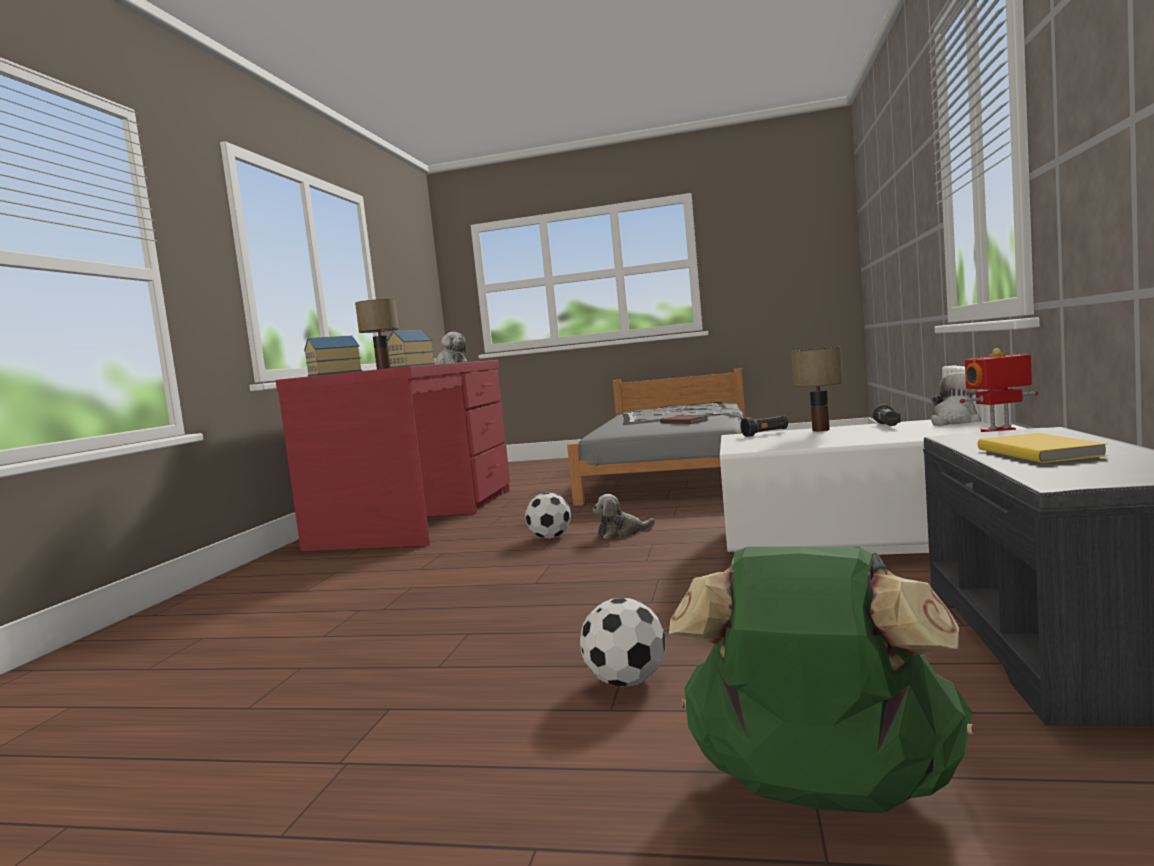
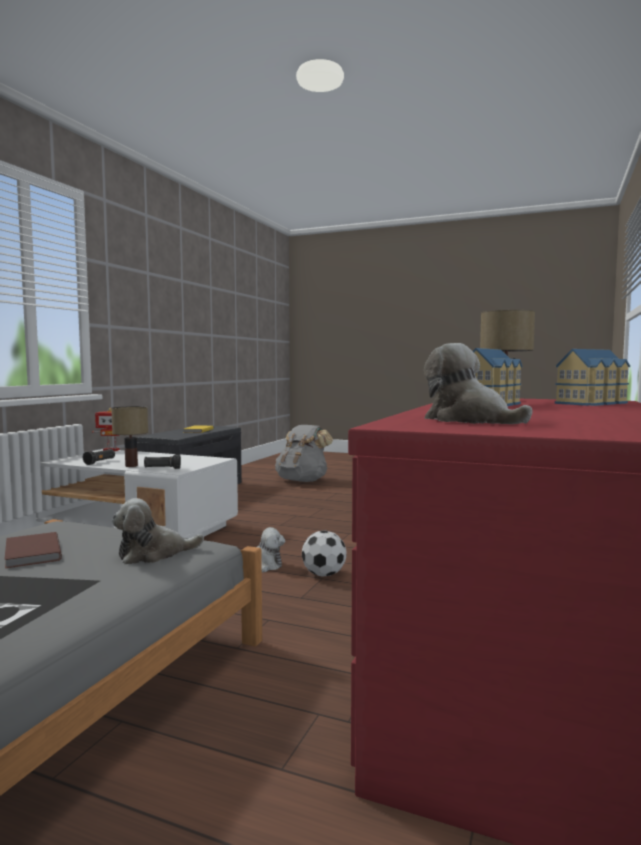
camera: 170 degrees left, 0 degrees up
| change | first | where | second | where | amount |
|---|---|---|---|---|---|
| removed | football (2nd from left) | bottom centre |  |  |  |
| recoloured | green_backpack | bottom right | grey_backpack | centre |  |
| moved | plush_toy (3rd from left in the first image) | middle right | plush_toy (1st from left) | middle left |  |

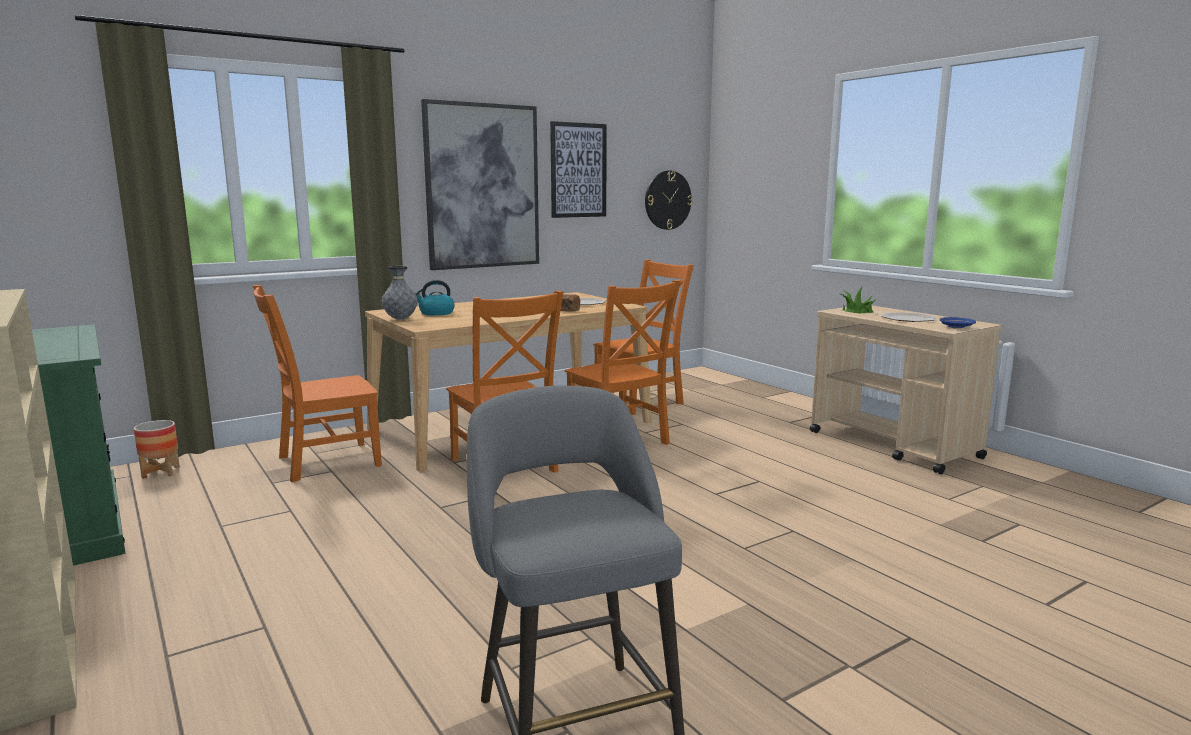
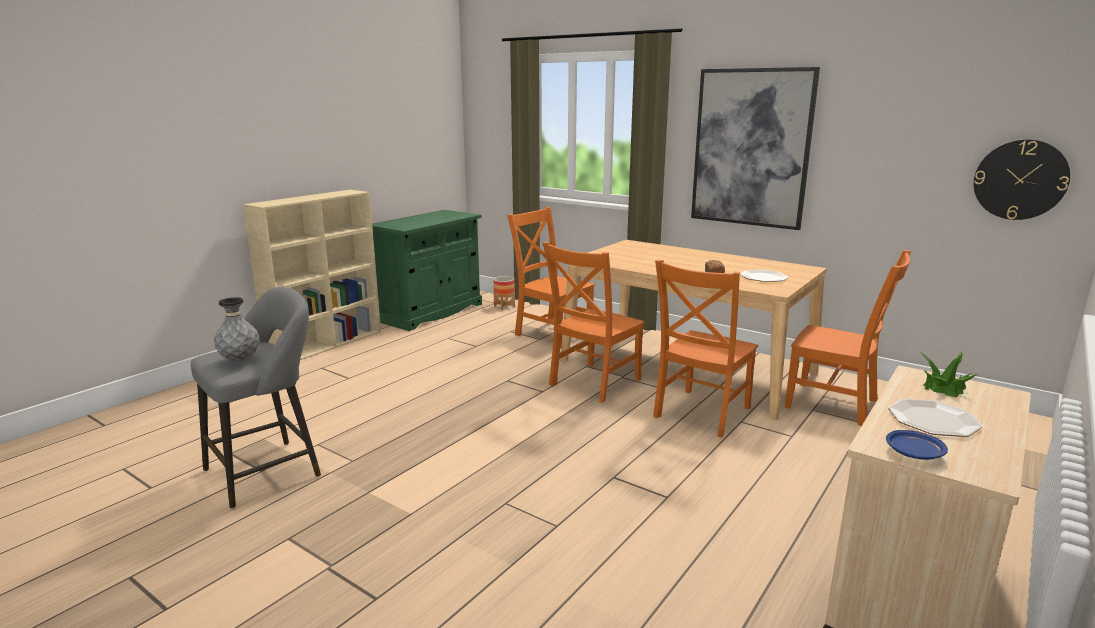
camera: 70 degrees right, 5 degrees up
| change | first | where | second | where | amount |
|---|---|---|---|---|---|
| moved | grey_vase | centre |  | middle left |  |
| removed | kettle | centre |  |  |  |
| removed | picture (2nd from left) | top centre |  |  |  |

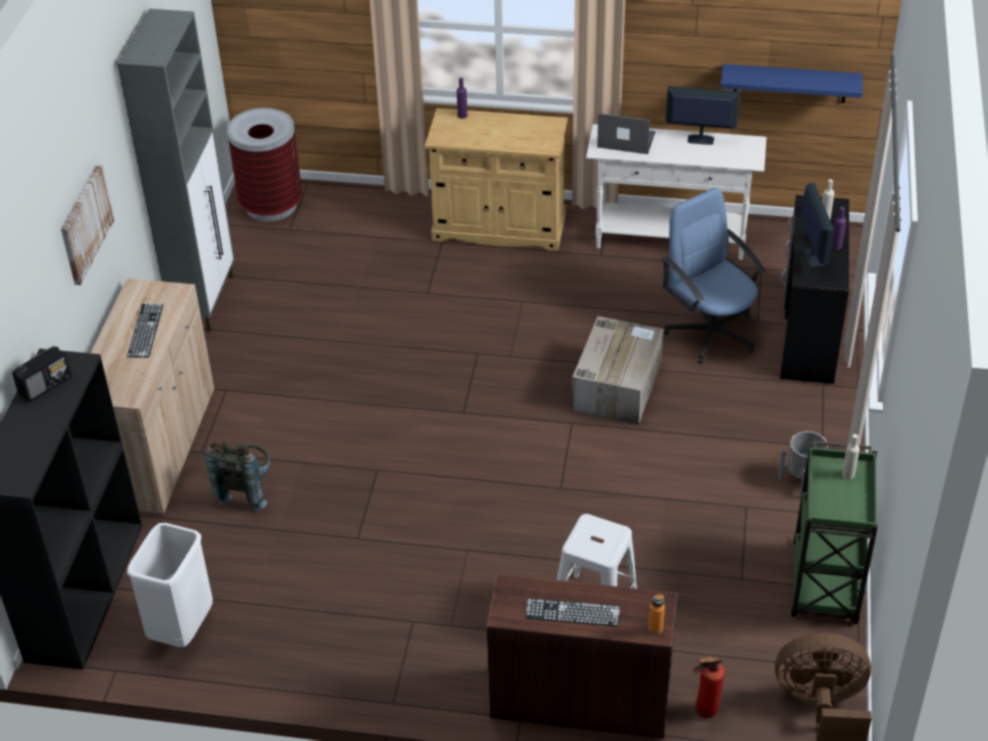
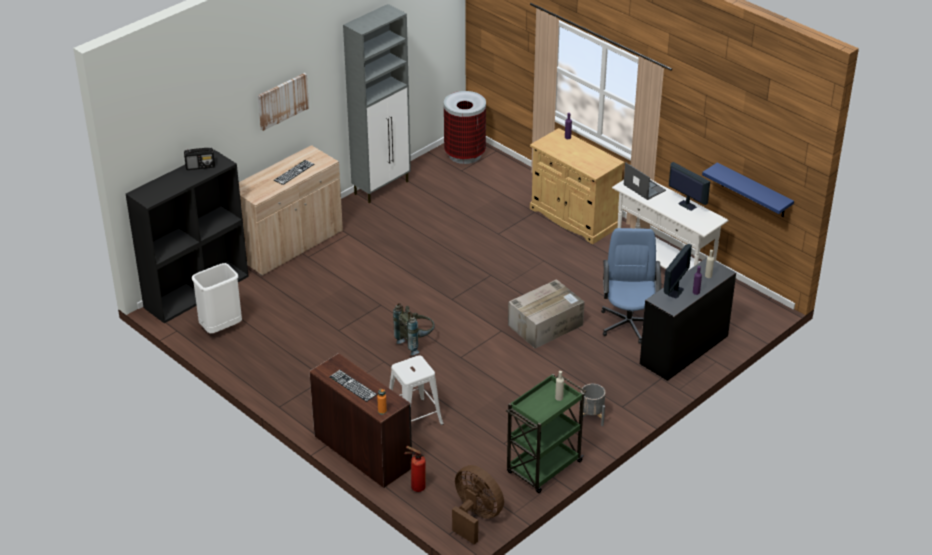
camera: 35 degrees right, 5 degrees down
| change | first | where | second | where | amount |
|---|---|---|---|---|---|
| moved | grey_backpack | middle left |  | centre |  |

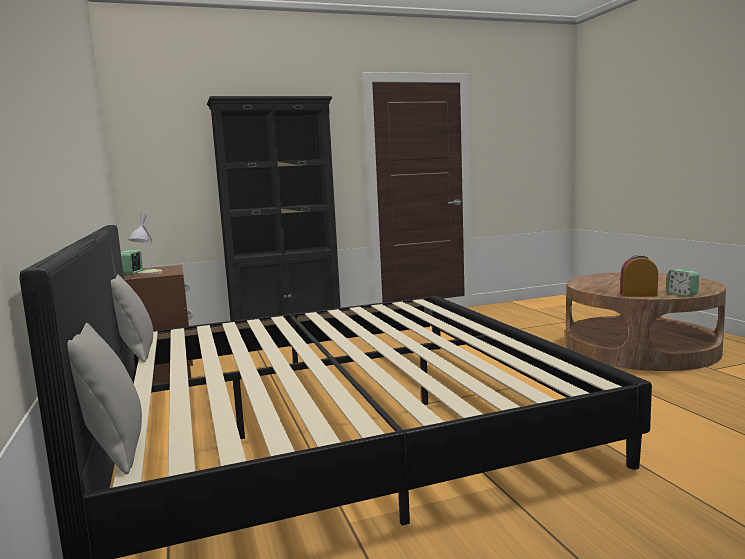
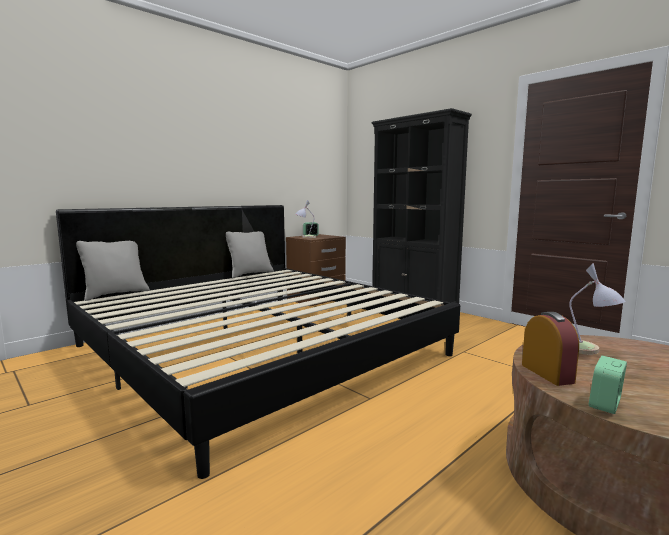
camera: 65 degrees right, 0 degrees up
| change | first | where | second | where | amount |
|---|---|---|---|---|---|
| added |  |  | table_lamp (2nd from left) | middle right |  |

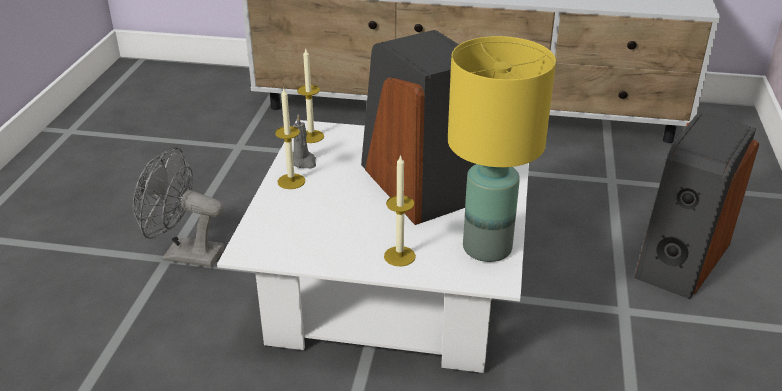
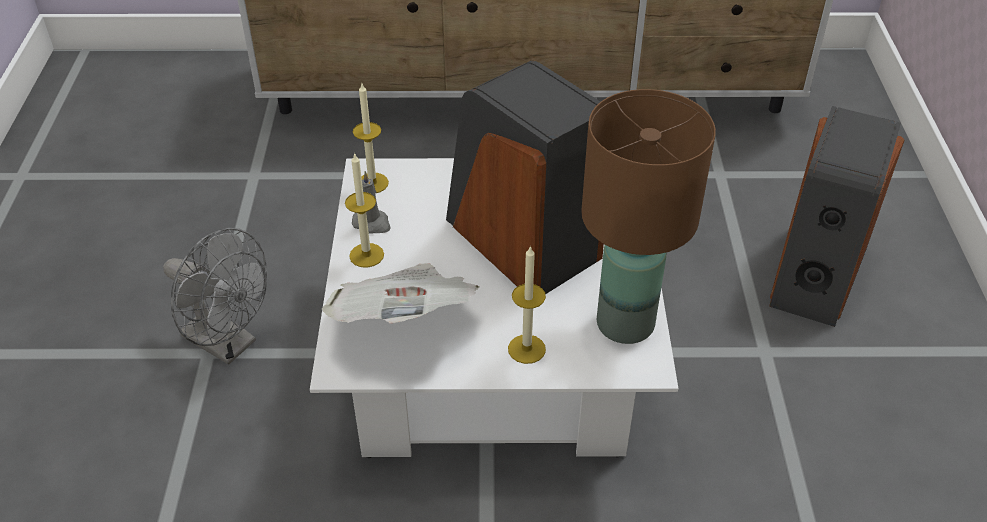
camera: 10 degrees left, 10 degrees up
| change | first | where | second | where | amount |
|---|---|---|---|---|---|
| turned | grey_fan | middle left |  | middle left | 150 degrees counterclockwise |
| recoloured | yellow_table_lamp | centre | brown_table_lamp | centre |  |
| added |  |  | newspaper | centre |  |

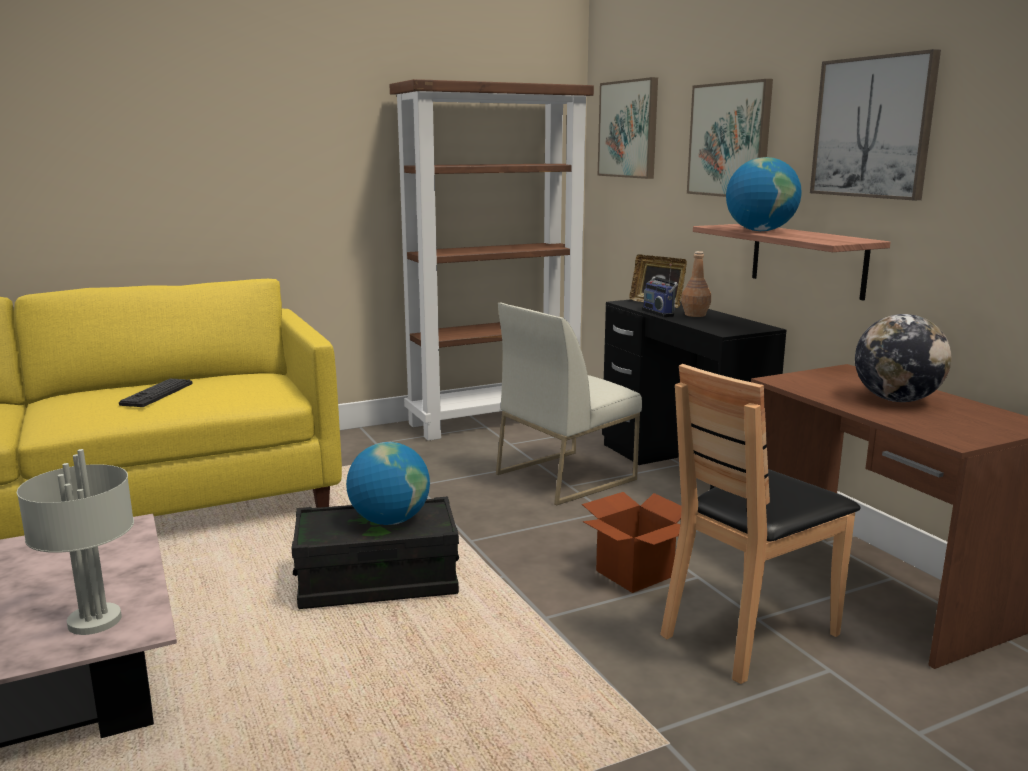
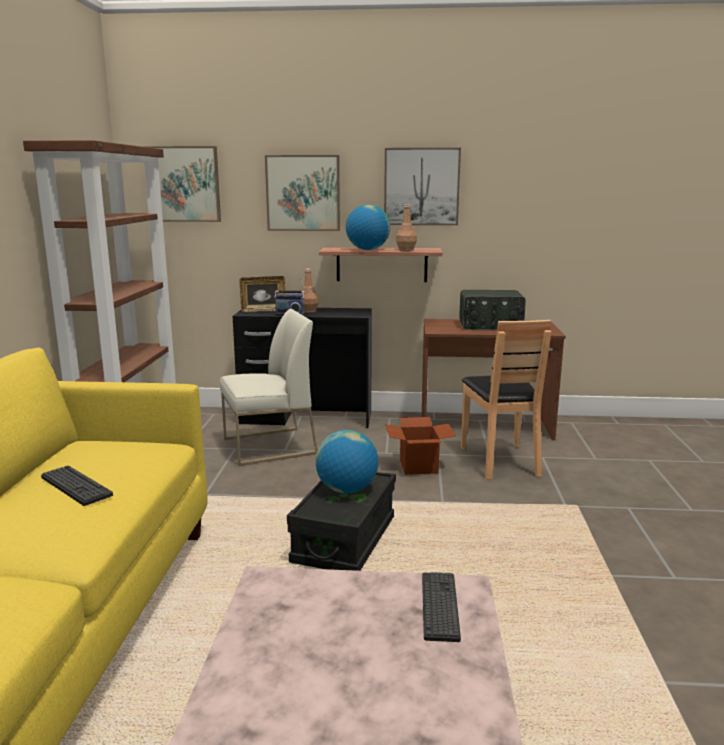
camera: 60 degrees left, 0 degrees up
| change | first | where | second | where | amount |
|---|---|---|---|---|---|
| replaced | grey_table_lamp | bottom left | keyboard (2nd from left) | bottom centre |  |
| turned | white_chair | centre |  | centre | 105 degrees counterclockwise |
| replaced | globe (3rd from left) | middle right | radio (2nd from left) | middle right |  |
| added |  |  | brown_bottle (2nd from left) | top centre |  |

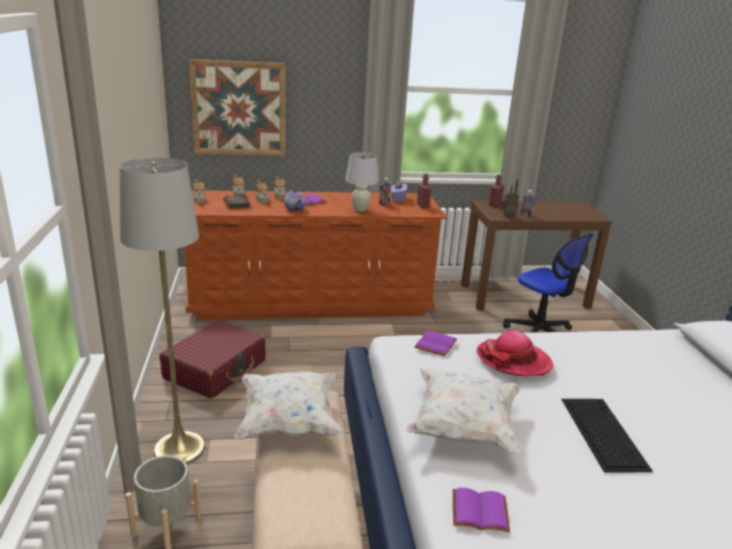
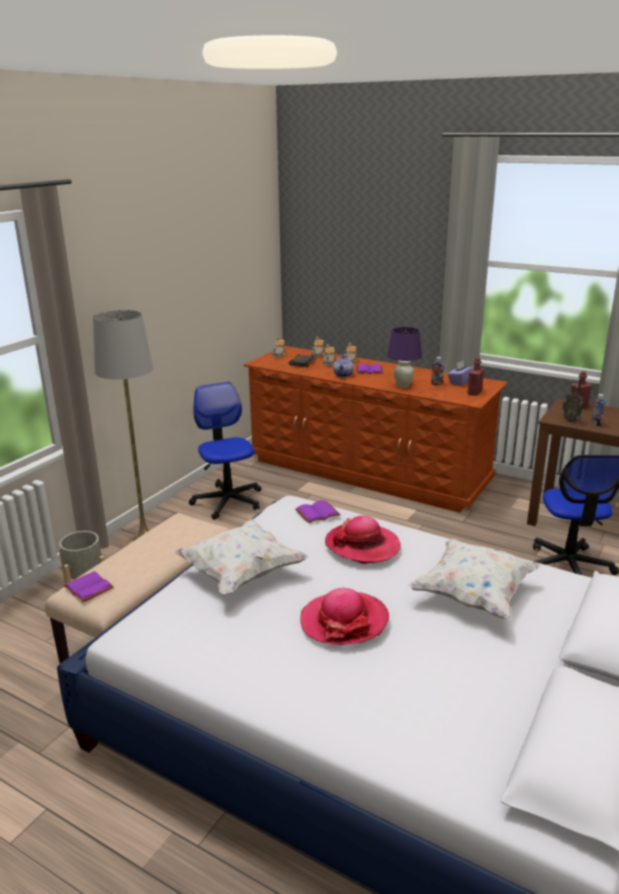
camera: 40 degrees right, 0 degrees up
| change | first | where | second | where | amount |
|---|---|---|---|---|---|
| replaced | red_suitcase | middle left | office_chair (1st from left) | centre |  |
| removed | picture | top left |  |  |  |
| moved | white_pillow (1st from left in the first image) | bottom centre | white_pillow (2nd from left) | middle right |  |
| recoloured | white_table_lamp | top centre | purple_table_lamp | centre |  |
| moved | purple_book (3rd from left in the first image) | bottom centre | purple_book (1st from left) | middle left |  |
| replaced | keyboard | bottom right | hat (1st from left) | bottom centre |  |

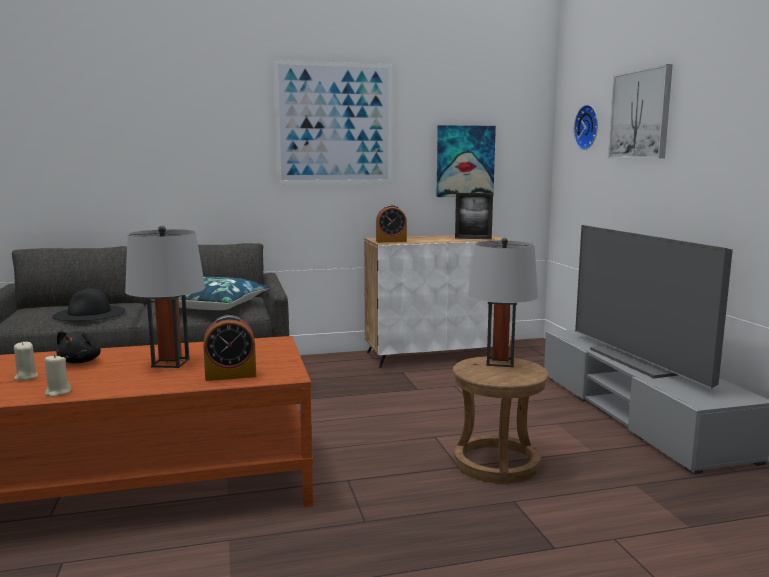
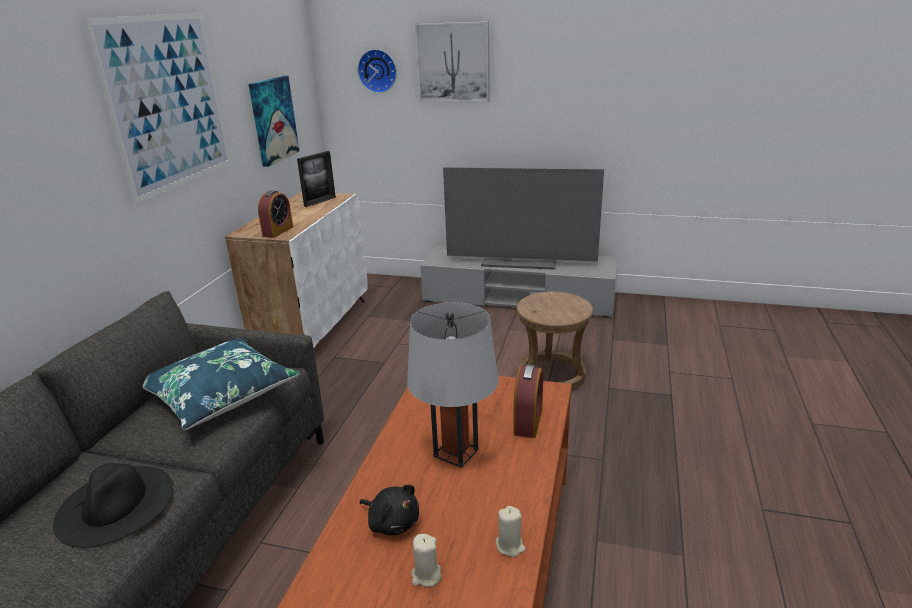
camera: 60 degrees left, 15 degrees up
| change | first | where | second | where | amount |
|---|---|---|---|---|---|
| removed | grey_table_lamp (2nd from left) | centre |  |  |  |

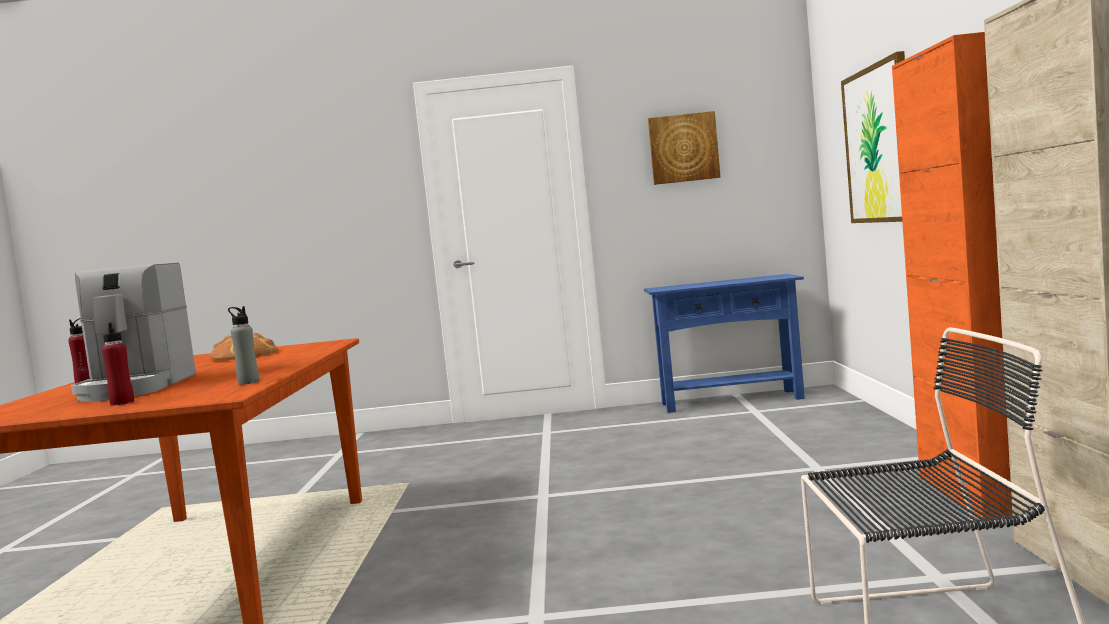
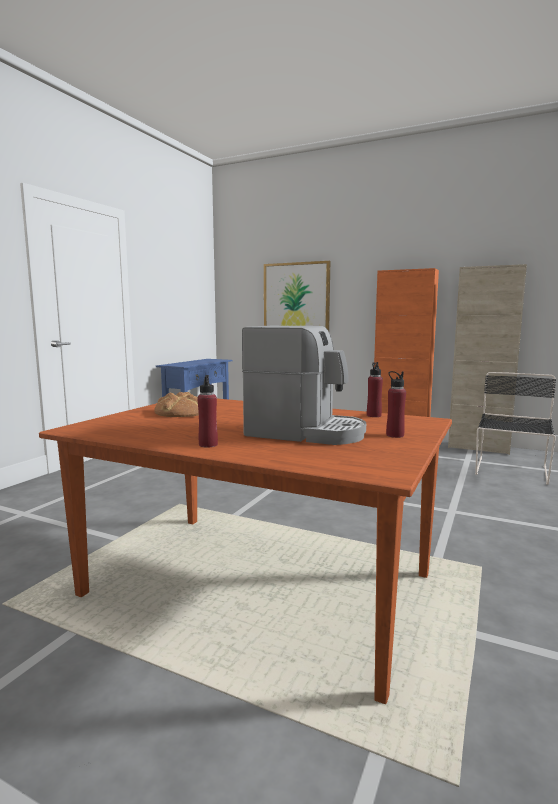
camera: 65 degrees left, 5 degrees up
| change | first | where | second | where | amount |
|---|---|---|---|---|---|
| recoloured | grey_bottle | middle left | red_bottle (2nd from left) | middle right |  |
| removed | picture (1st from left) | top centre |  |  |  |

